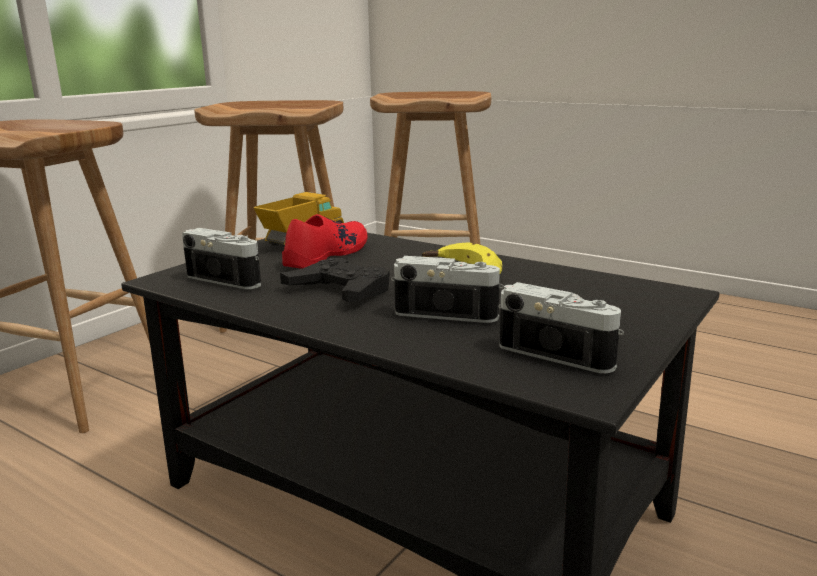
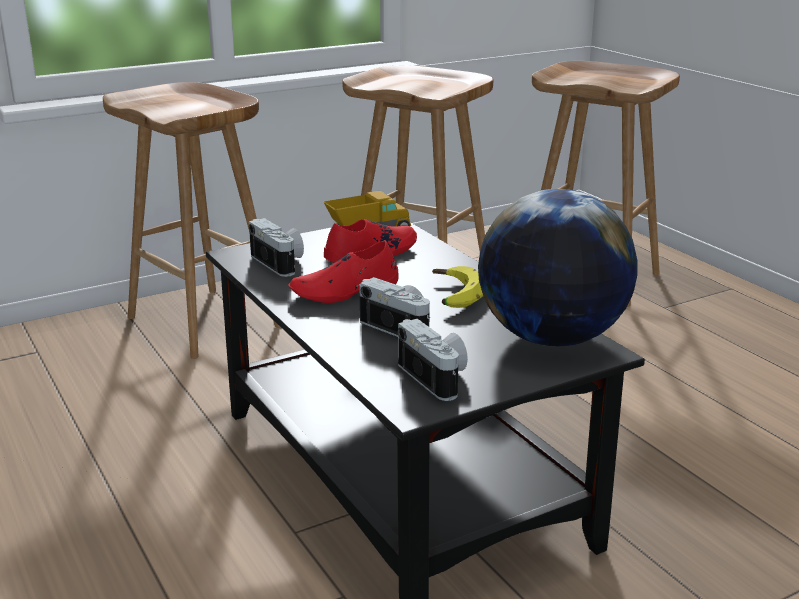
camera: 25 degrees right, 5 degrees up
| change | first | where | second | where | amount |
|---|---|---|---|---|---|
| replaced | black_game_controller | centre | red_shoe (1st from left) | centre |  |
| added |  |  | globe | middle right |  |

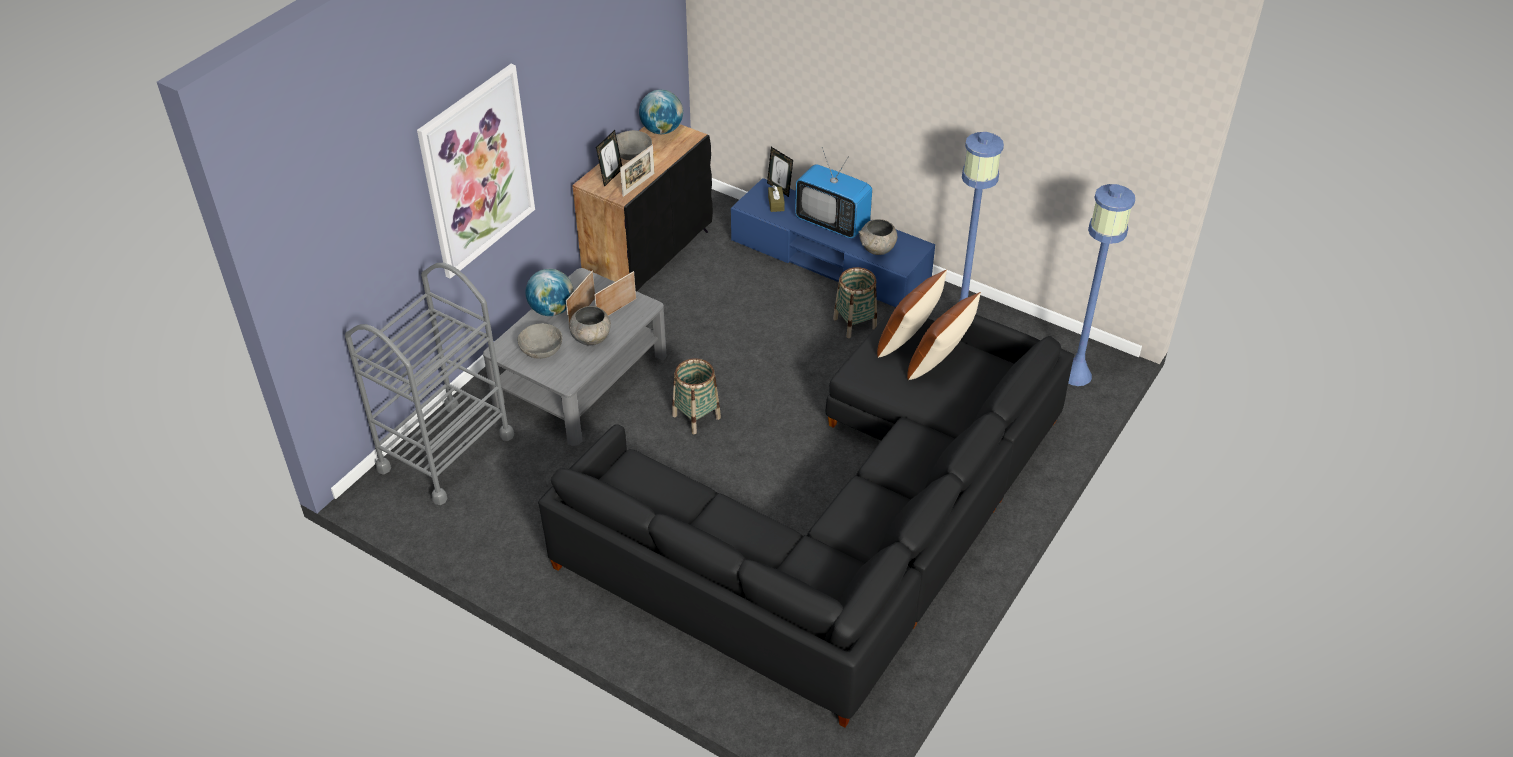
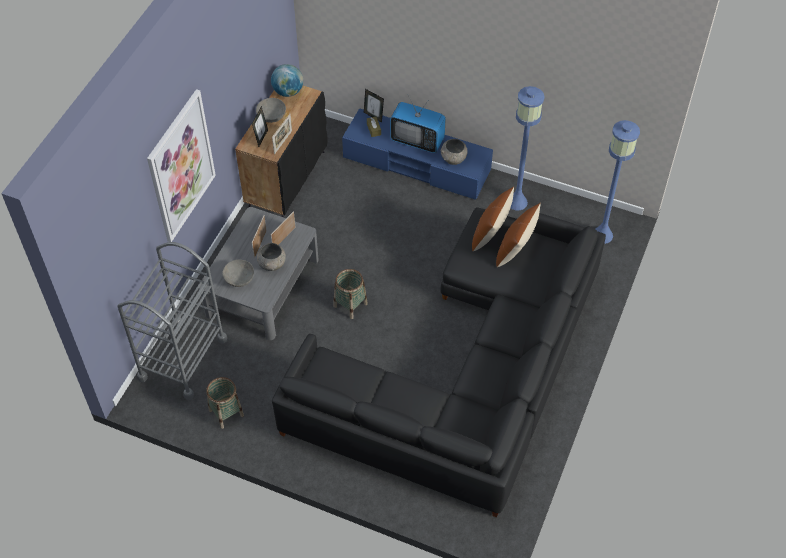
camera: 10 degrees left, 10 degrees up
| change | first | where | second | where | amount |
|---|---|---|---|---|---|
| removed | globe (1st from left) | centre |  |  |  |
| moved | basket (2nd from left in the first image) | centre | basket (1st from left) | bottom left |  |

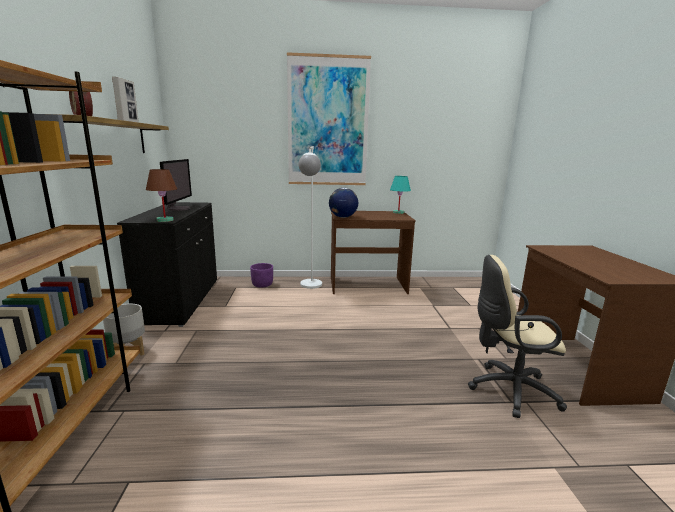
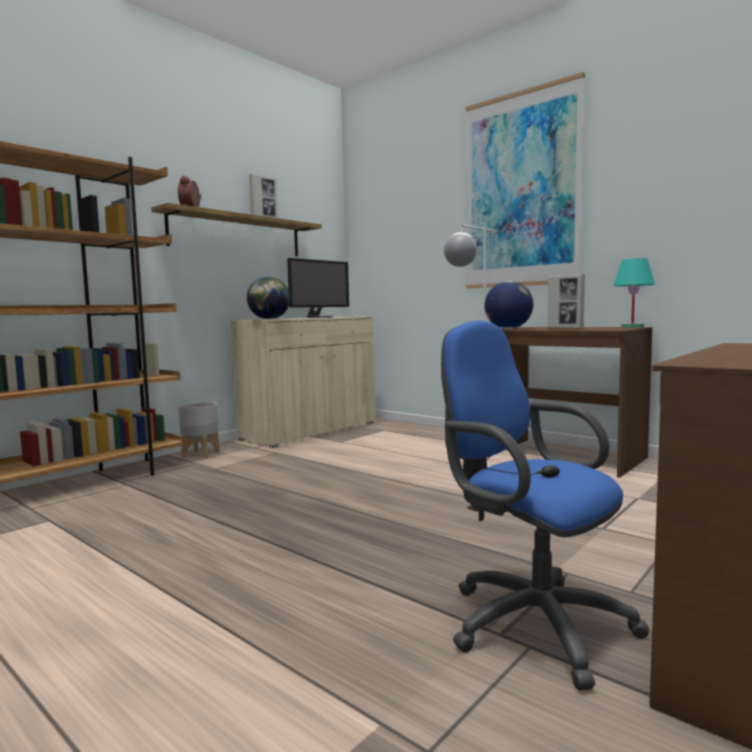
camera: 45 degrees right, 10 degrees down
| change | first | where | second | where | amount |
|---|---|---|---|---|---|
| recoloured | black_cabinet | middle left | beige_cabinet | centre |  |
| replaced | brown_table_lamp | middle left | globe (1st from left) | centre |  |
| removed | purple_planter | centre |  |  |  |
| recoloured | beige_office_chair | middle right | blue_office_chair | bottom right |  |
| added |  |  | picture_frame (2nd from left) | middle right |  |

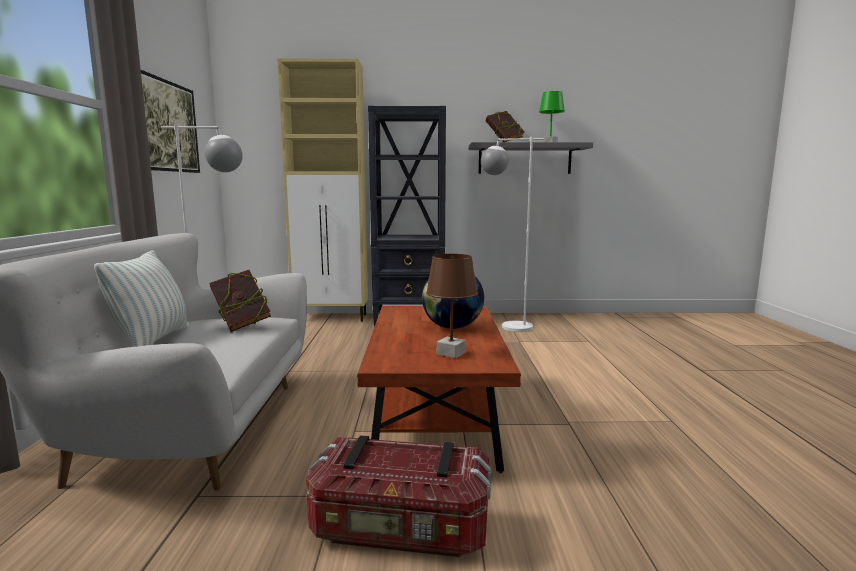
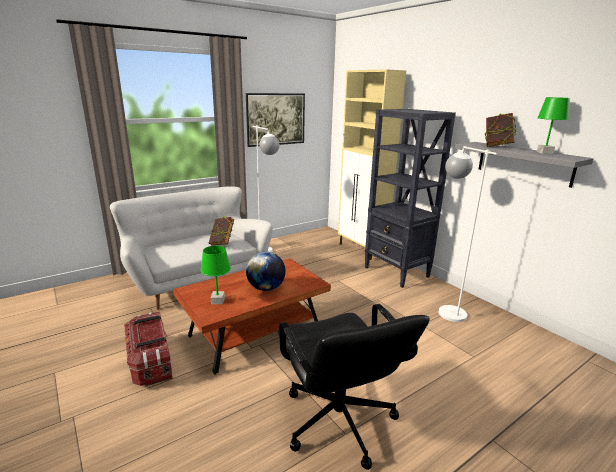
camera: 55 degrees right, 10 degrees up
| change | first | where | second | where | amount |
|---|---|---|---|---|---|
| removed | pillow | middle left |  |  |  |
| recoloured | brown_table_lamp | centre | green_table_lamp (1st from left) | centre |  |
| added |  |  | black_office_chair | bottom centre |  |

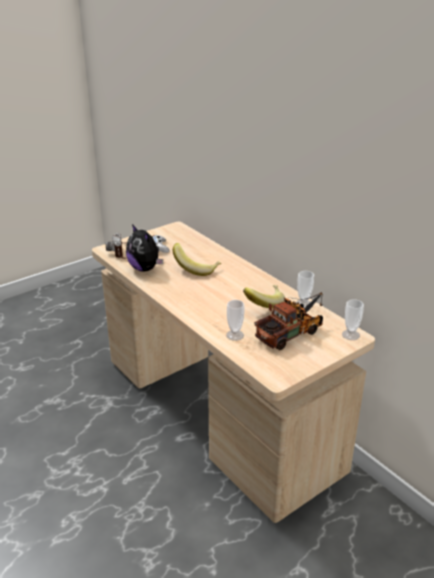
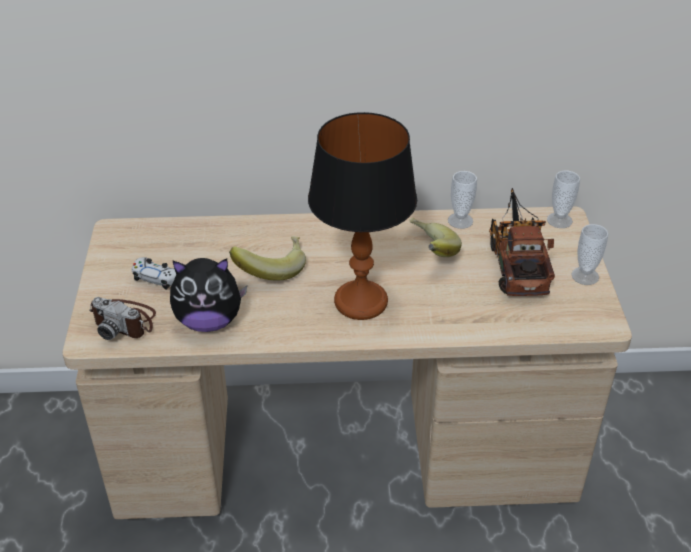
camera: 55 degrees left, 10 degrees up
| change | first | where | second | where | amount |
|---|---|---|---|---|---|
| moved | cup (1st from left in the first image) | centre | cup (3rd from left) | middle right |  |
| added |  |  | table_lamp | centre |  |

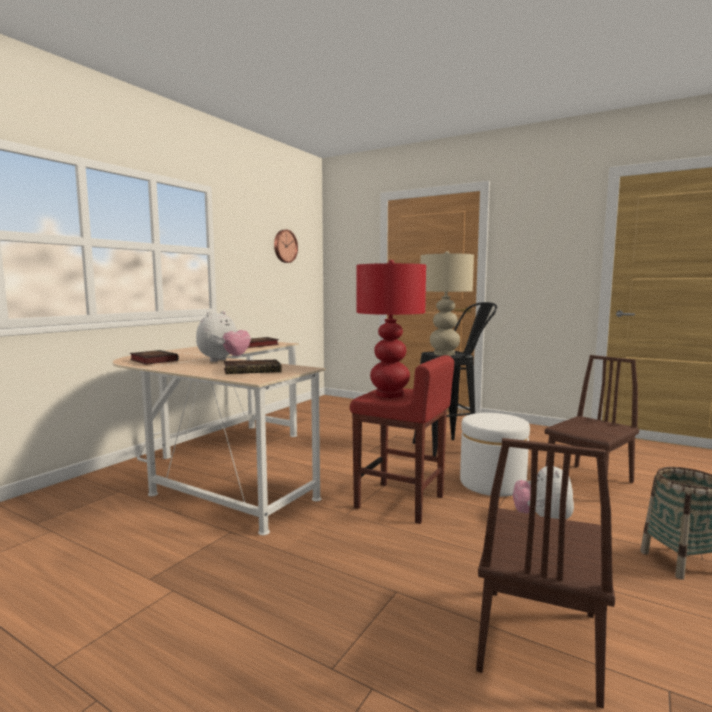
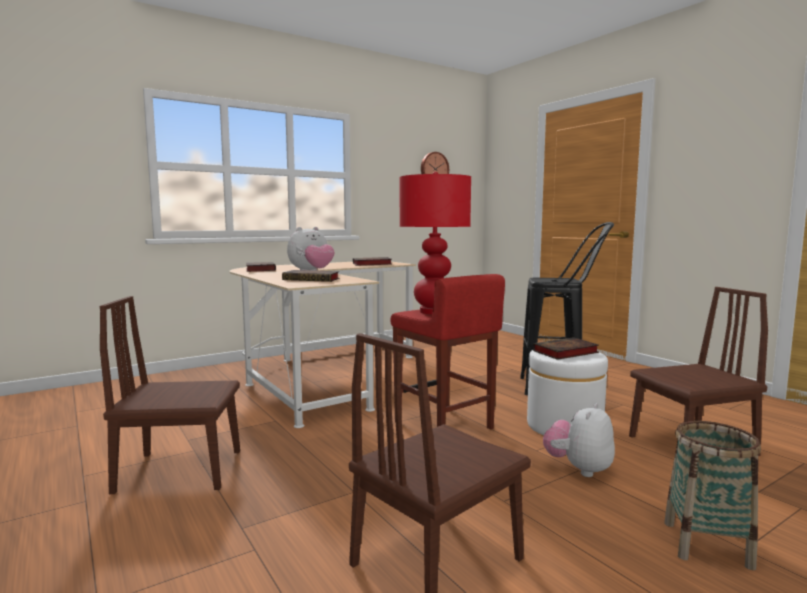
camera: 25 degrees right, 0 degrees up
| change | first | where | second | where | amount |
|---|---|---|---|---|---|
| removed | beige_table_lamp | centre |  |  |  |
| added |  |  | brown_chair (1st from left) | middle left |  |
| added |  |  | book (4th from left) | middle right |  |

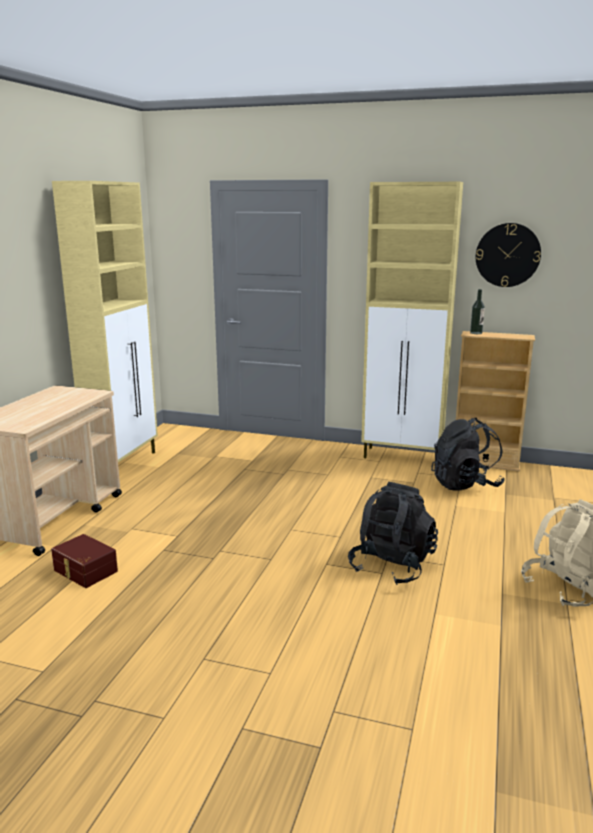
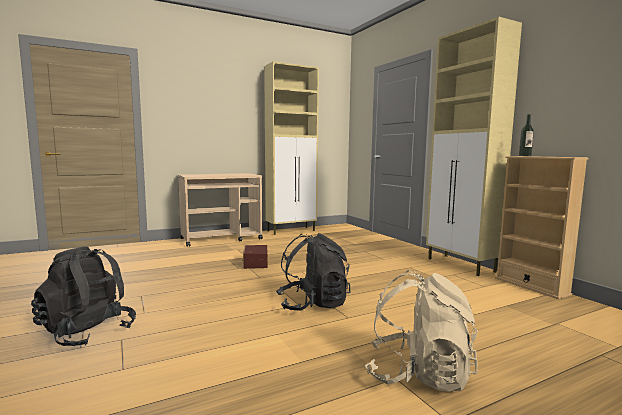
camera: 45 degrees right, 10 degrees down
| change | first | where | second | where | amount |
|---|---|---|---|---|---|
| moved | brown_storage_box | bottom left |  | centre |  |
| moved | black_backpack (2nd from left in the first image) | middle right | black_backpack (1st from left) | bottom left |  |
| removed | wall_clock | top right |  |  |  |

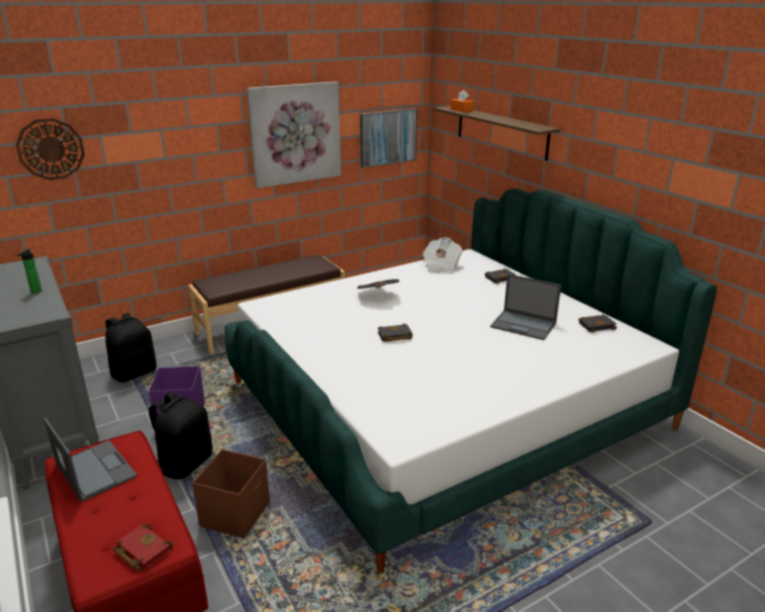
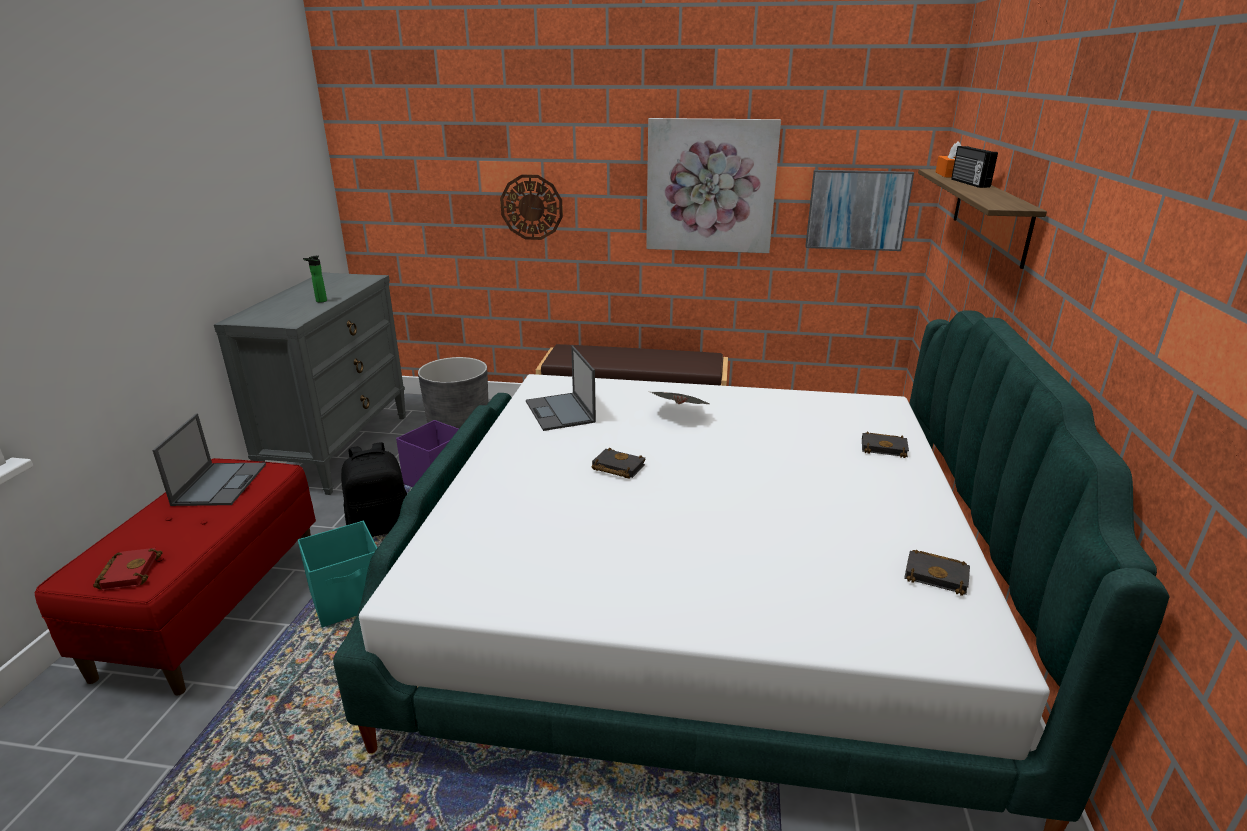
camera: 40 degrees right, 0 degrees up
| change | first | where | second | where | amount |
|---|---|---|---|---|---|
| moved | wall_clock | top left |  | top centre |  |
| replaced | black_backpack (1st from left) | middle left | grey_planter | centre |  |
| recoloured | brown_storage_box | bottom left | turquoise_storage_box | bottom left |  |
| removed | newspaper (2nd from left) | centre |  |  |  |
| moved | laptop (2nd from left) | middle right |  | centre |  |
| added |  |  | radio | top right |  |

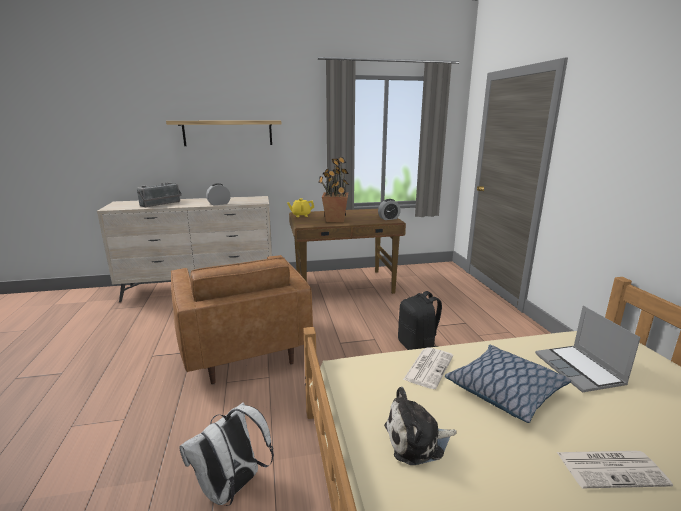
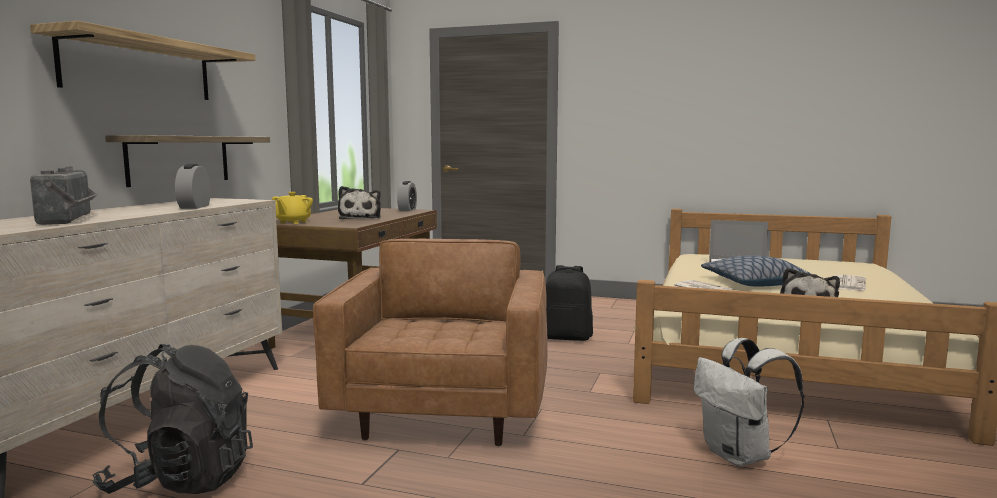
camera: 60 degrees left, 10 degrees down
| change | first | where | second | where | amount |
|---|---|---|---|---|---|
| turned | brown_armchair | centre |  | bottom centre | 90 degrees counterclockwise |
| replaced | potted_plant | centre | plush_toy (1st from left) | centre |  |
| added |  |  | black_backpack (1st from left) | bottom left |  |
| added |  |  | shelf (2nd from left) | top left |  |

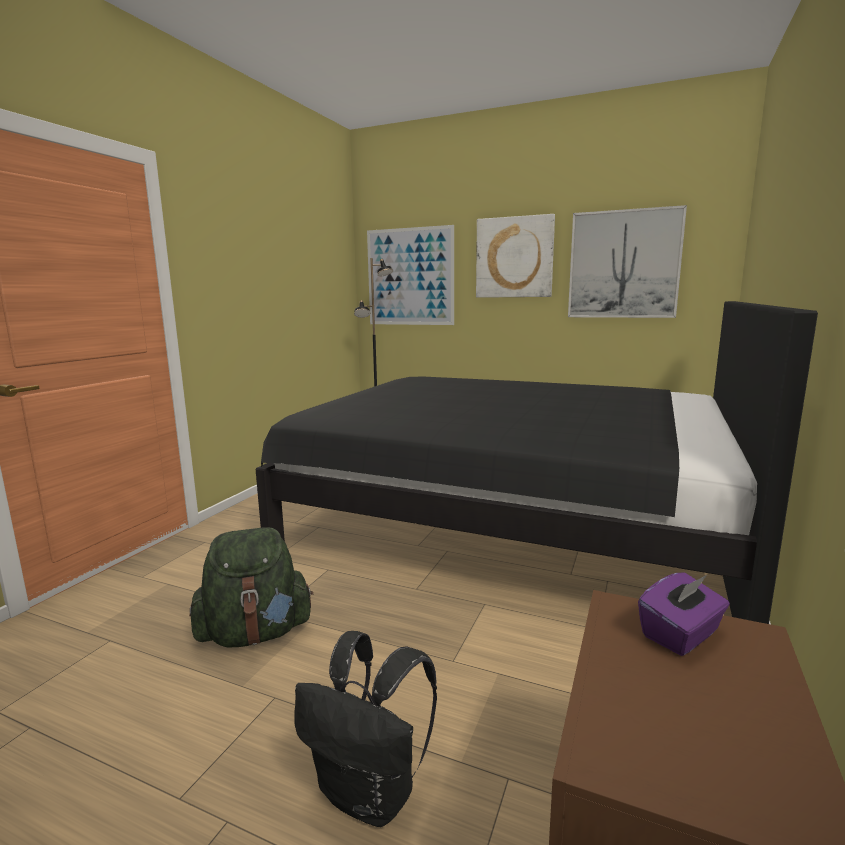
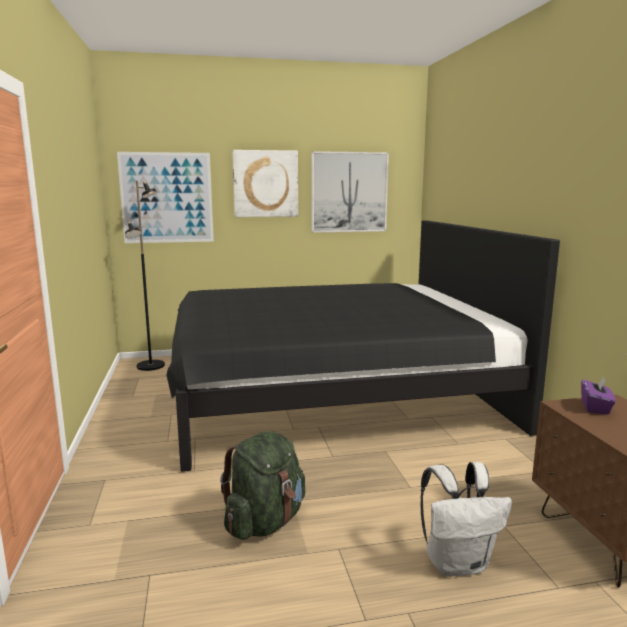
camera: 35 degrees left, 0 degrees up
| change | first | where | second | where | amount |
|---|---|---|---|---|---|
| recoloured | black_backpack | bottom centre | white_backpack | bottom right |  |

